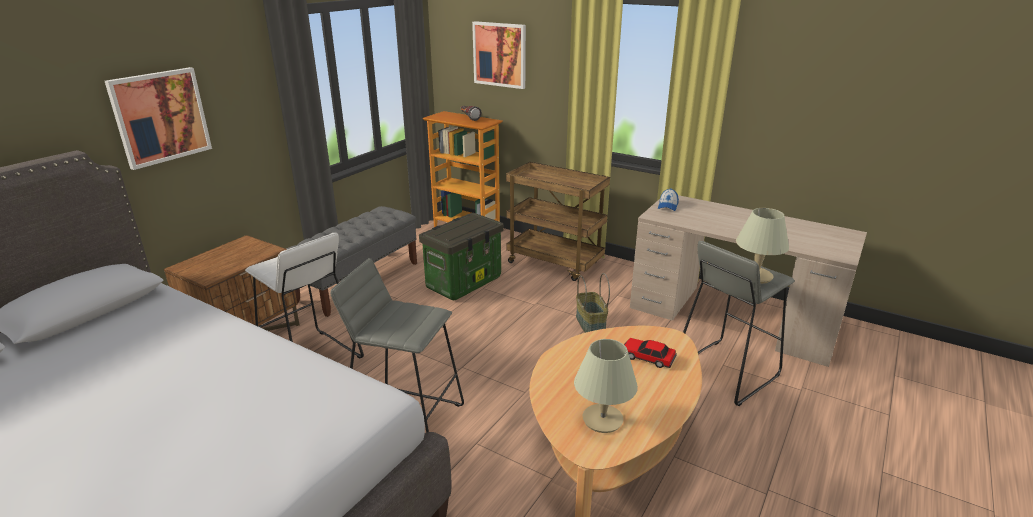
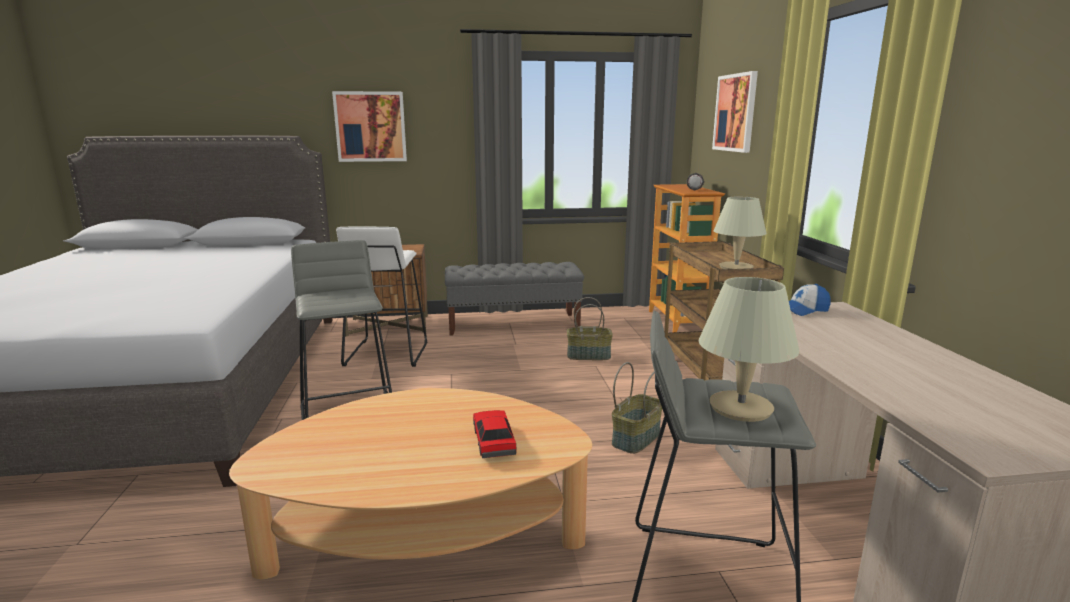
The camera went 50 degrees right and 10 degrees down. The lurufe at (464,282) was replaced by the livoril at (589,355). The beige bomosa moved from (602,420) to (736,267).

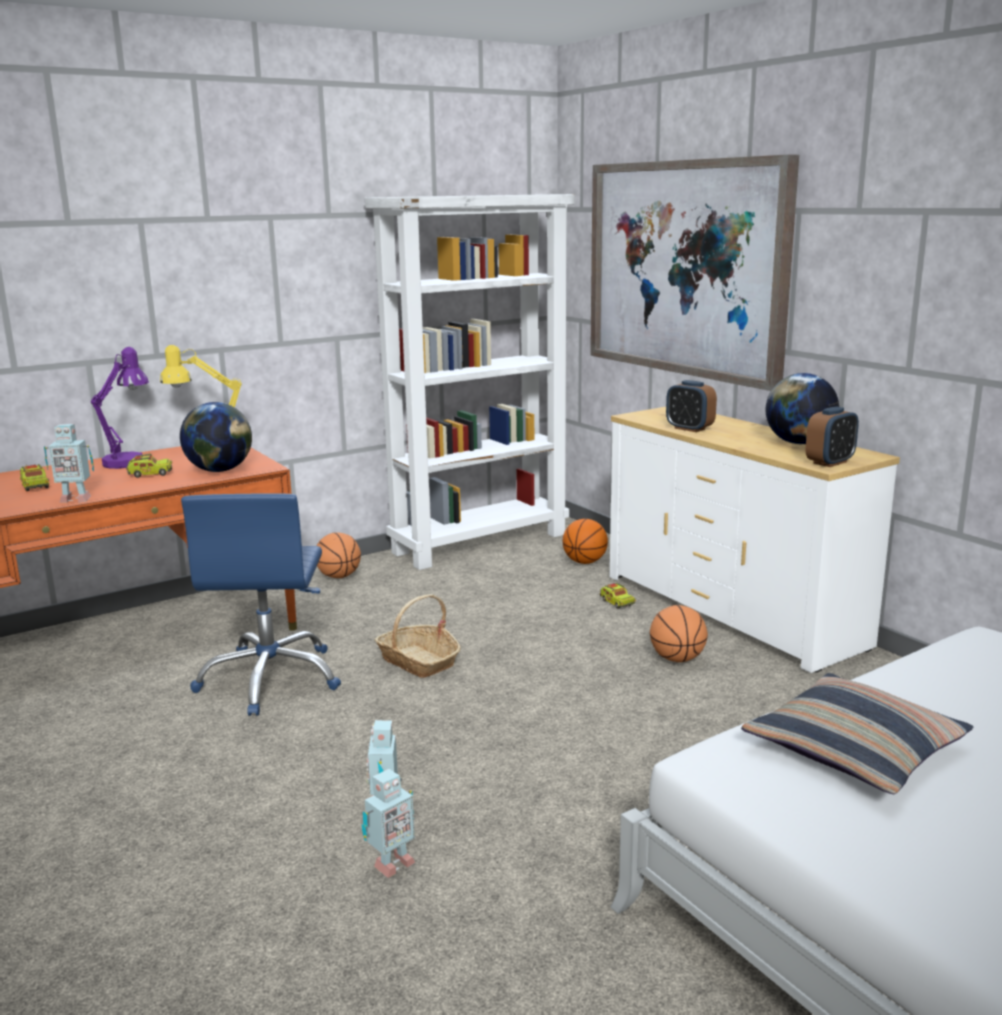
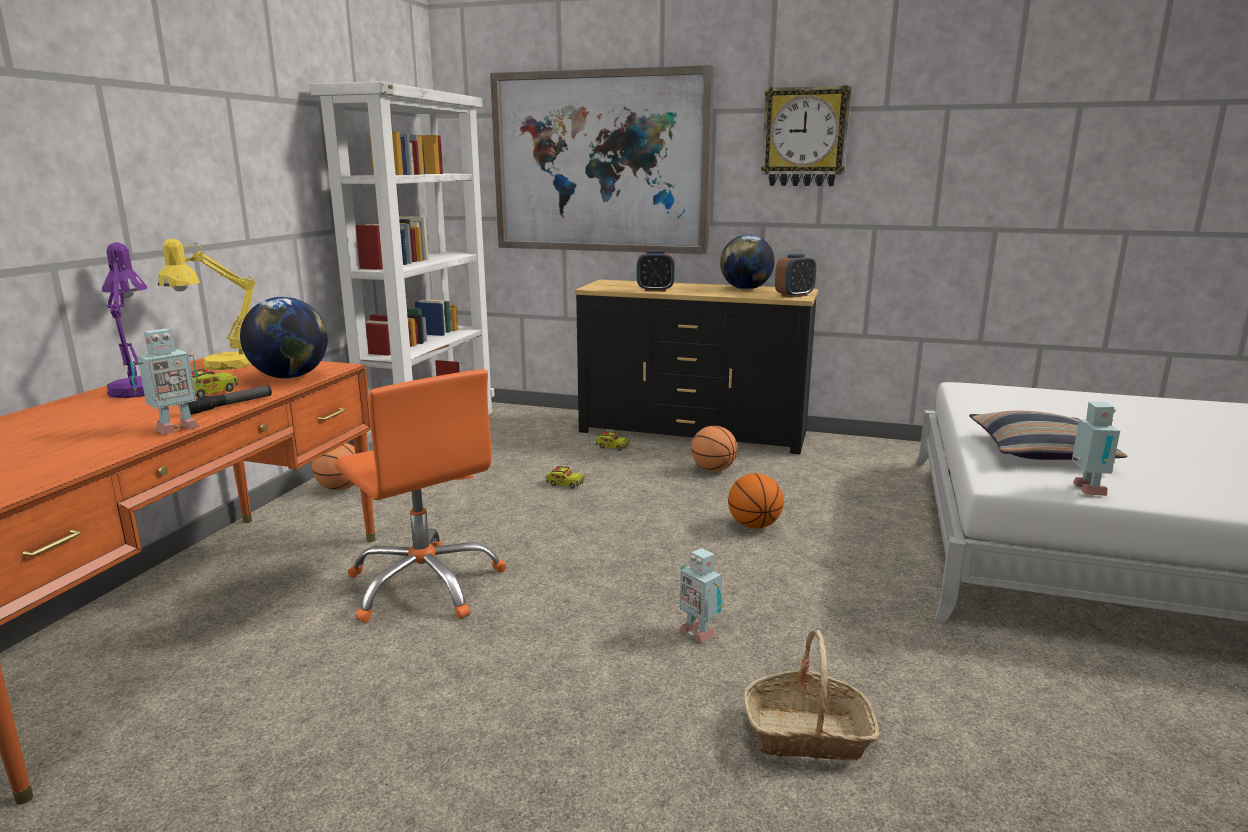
The camera went 40 degrees left and 0 degrees up. The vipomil at (228,406) appeared. The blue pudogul at (271,679) became the orange pudogul at (425,584). The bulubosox moved from (35,486) to (565,484). The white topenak at (731,610) became the black topenak at (693,432). The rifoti moved from (584,562) to (754,525). The livoril moved from (419,661) to (807,734). The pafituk at (805,137) appeared. The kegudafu at (830,462) turned 45 degrees clockwise. The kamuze moved from (391,864) to (1086,490).

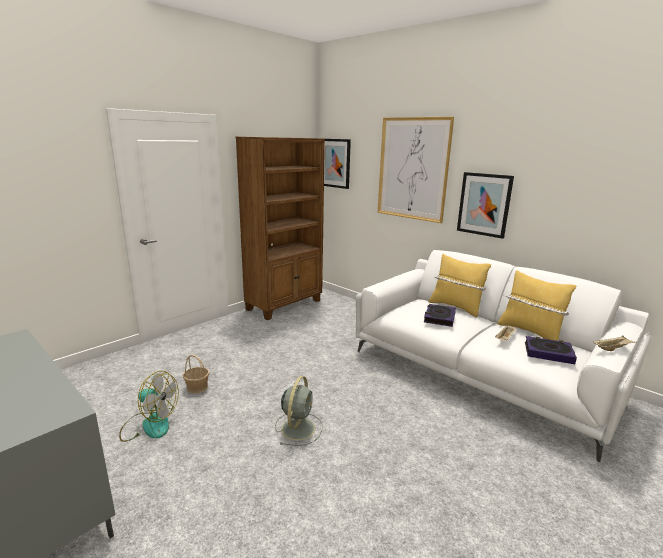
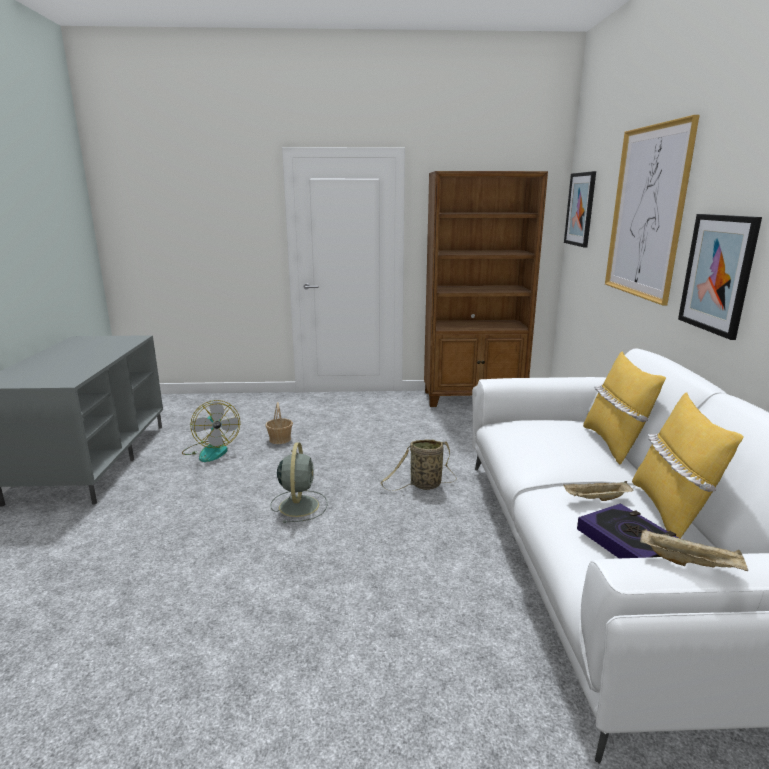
The camera went 45 degrees right and 0 degrees up. The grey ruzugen at (298,428) turned 60 degrees counterclockwise. The livoril at (423,485) appeared. The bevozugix at (439,318) disappeared.

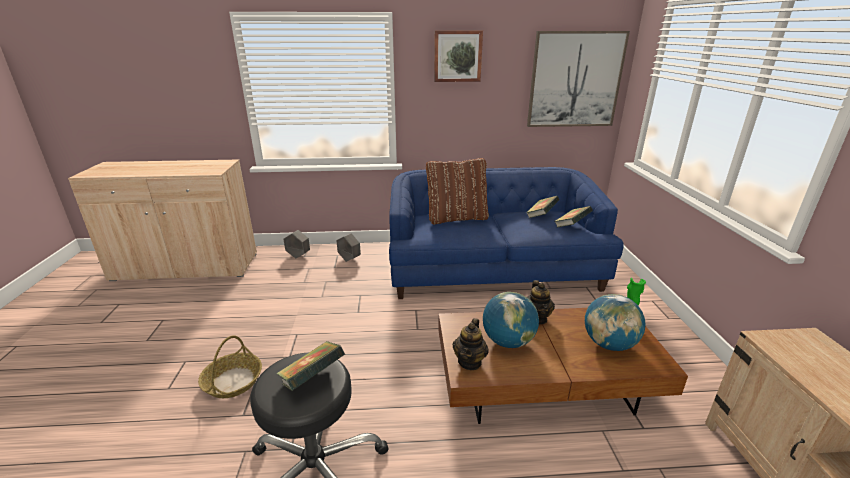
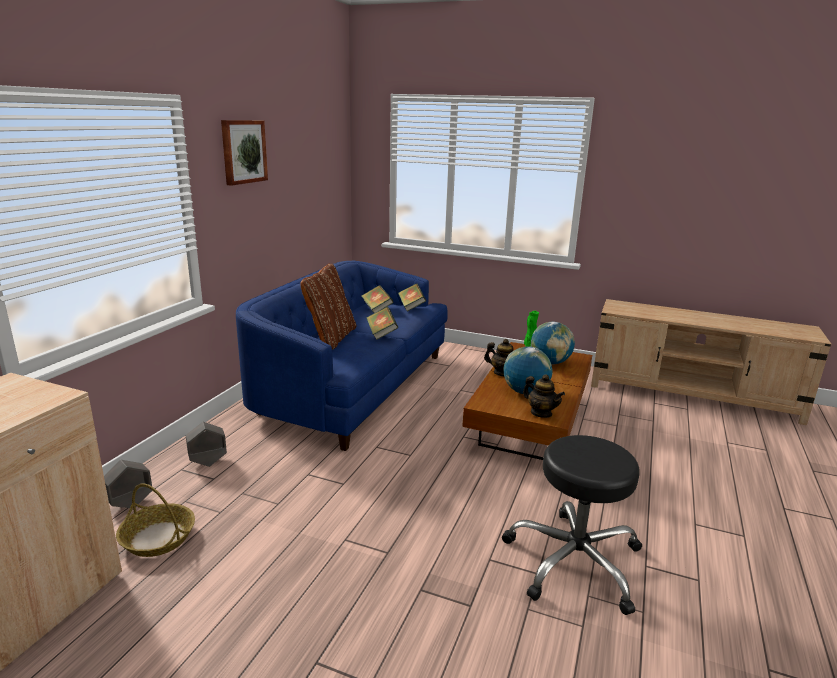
The camera went 65 degrees left and 5 degrees down. The livoril moved from (233,381) to (157,538). The bevozugix moved from (312,379) to (381,334). The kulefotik at (575,80) disappeared.

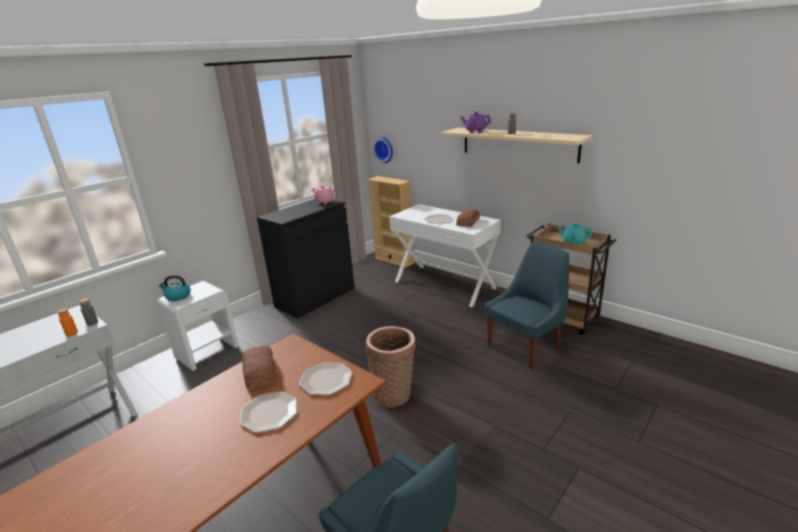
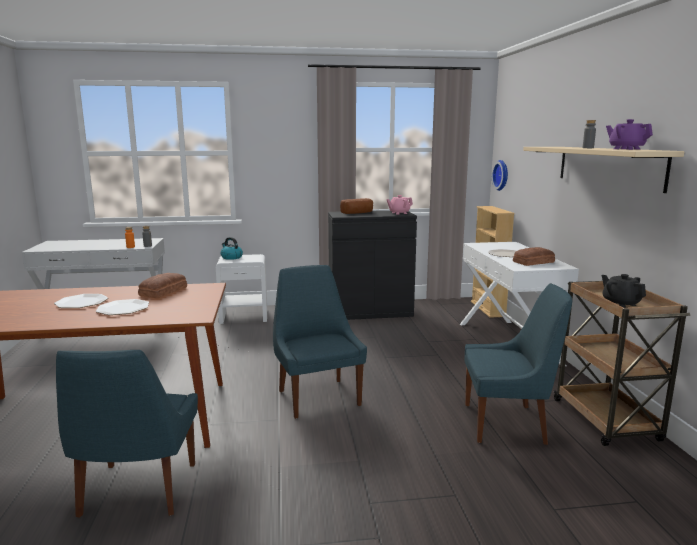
The camera went 40 degrees right and 10 degrees down. The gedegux moved from (326,379) to (82,302). The livoril at (394,393) was replaced by the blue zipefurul at (317,396). The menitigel at (358,213) appeared. The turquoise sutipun at (573,243) became the black sutipun at (620,303). The purple sutipun moved from (475,131) to (626,149).

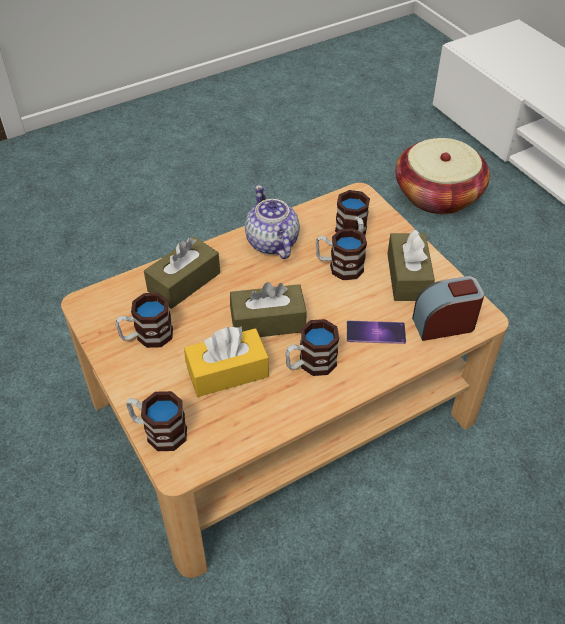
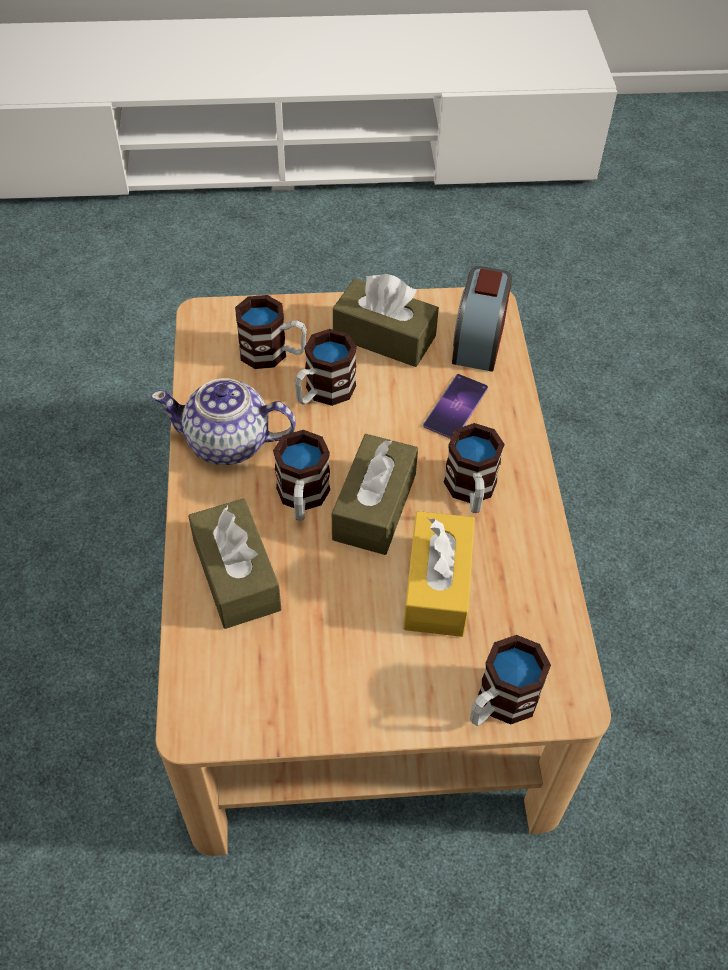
The camera went 65 degrees left and 5 degrees up. The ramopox moved from (147,336) to (302,499). The livoril at (437,195) disappeared.

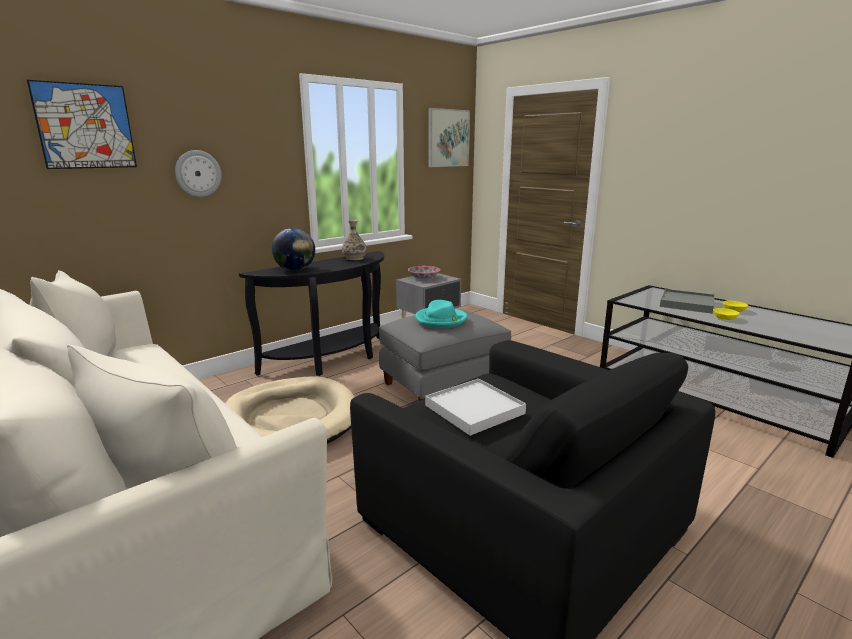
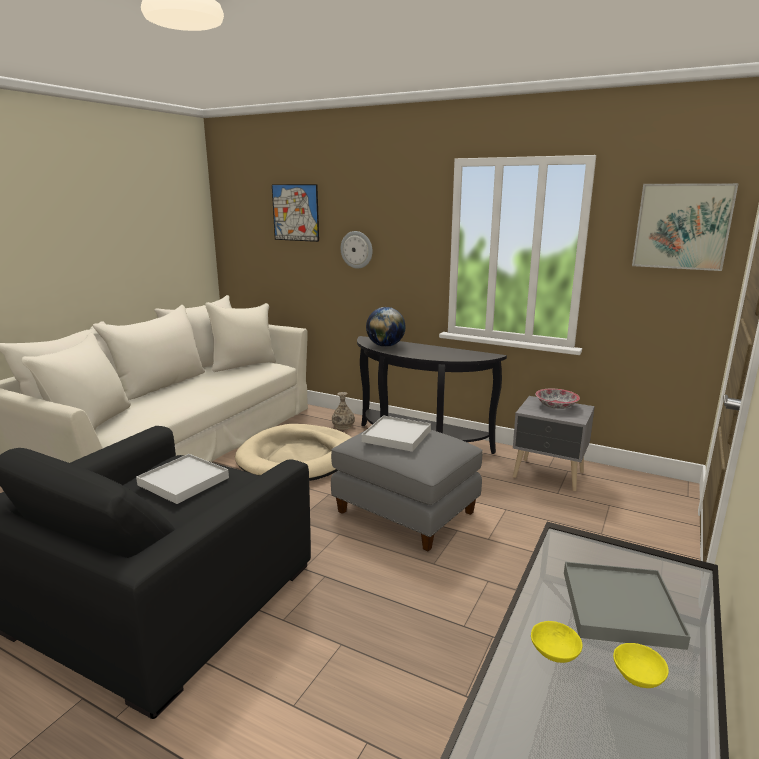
The camera went 70 degrees right and 0 degrees up. The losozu moved from (354,258) to (343,426). The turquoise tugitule at (441,320) was replaced by the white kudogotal at (397,436).

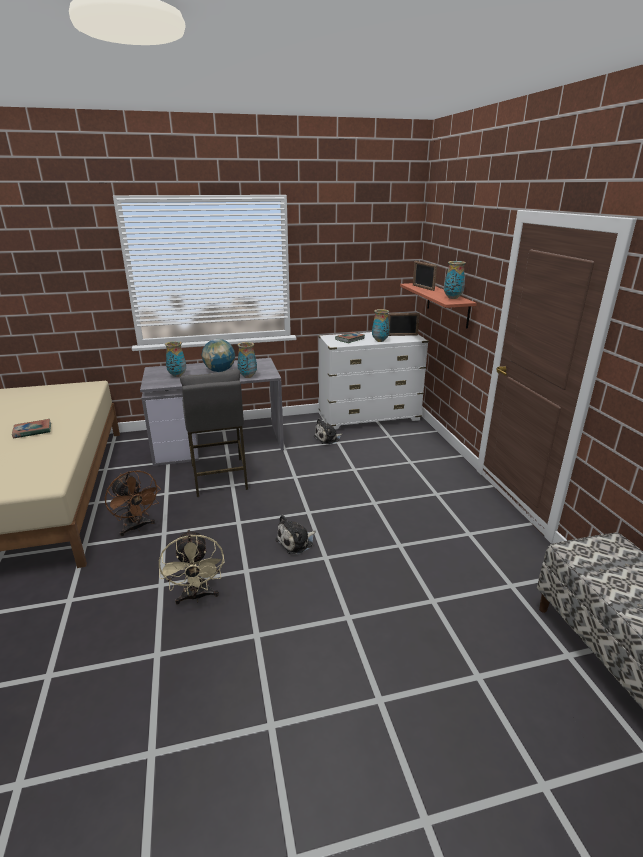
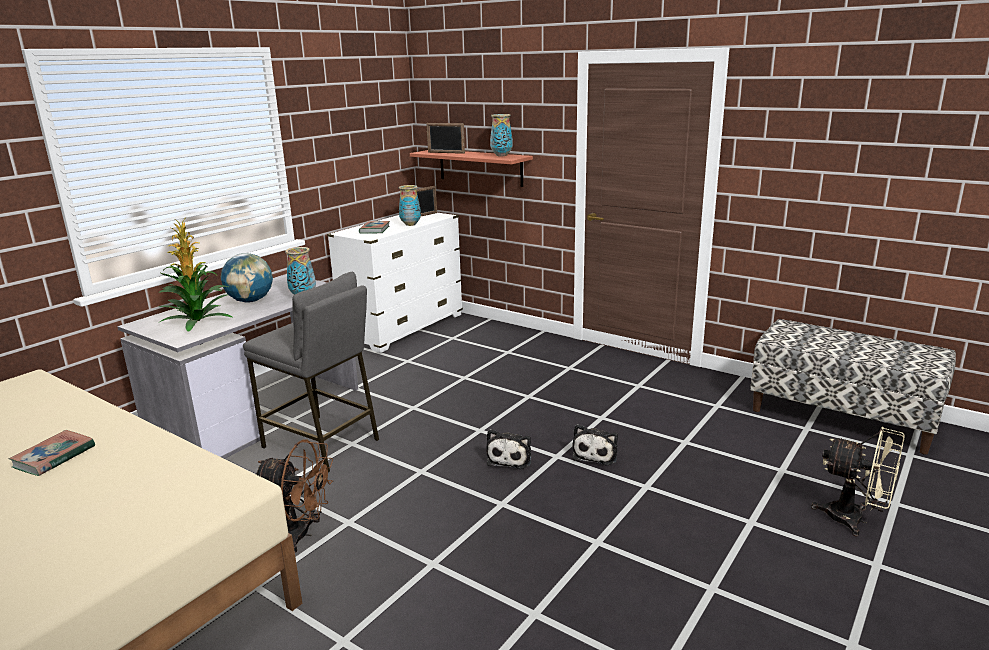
The camera went 40 degrees left and 5 degrees down. The losozu at (177,375) was replaced by the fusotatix at (198,320). The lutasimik moved from (328,438) to (596,454). The beige ruzugen moved from (197,597) to (855,520).

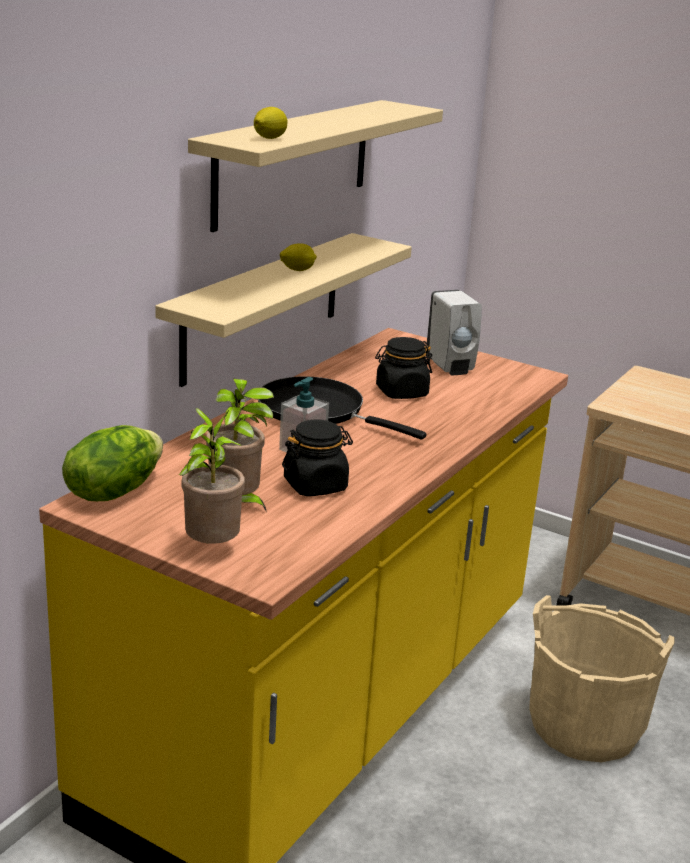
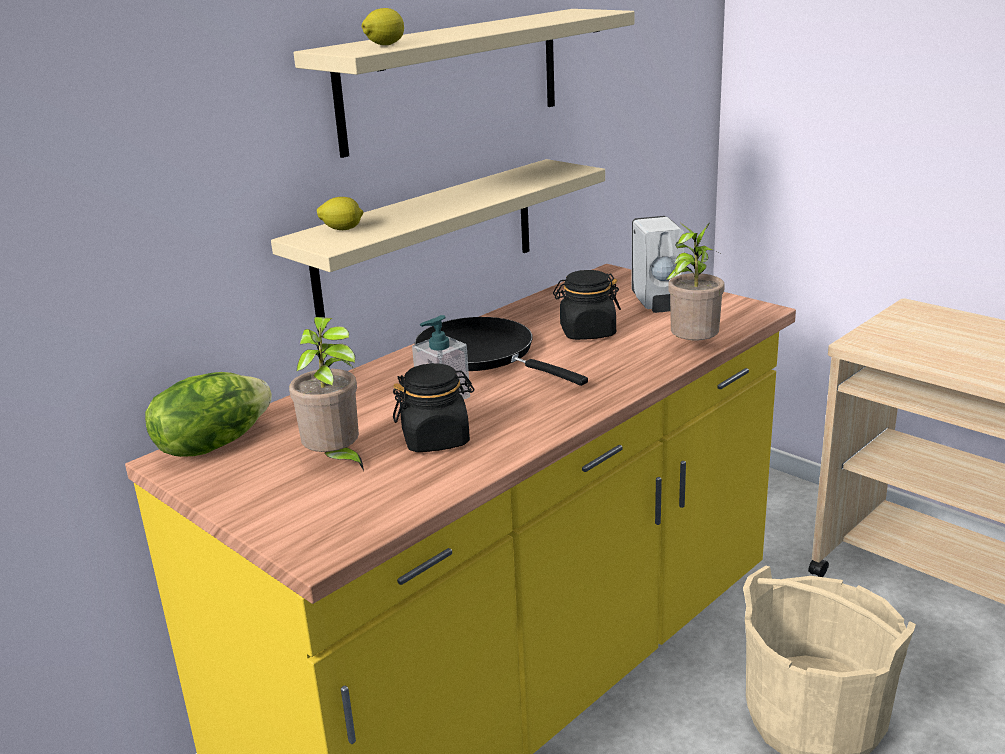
The camera went 15 degrees right and 0 degrees up. The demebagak moved from (297,270) to (342,229). The fusotatix moved from (211,548) to (692,348).

